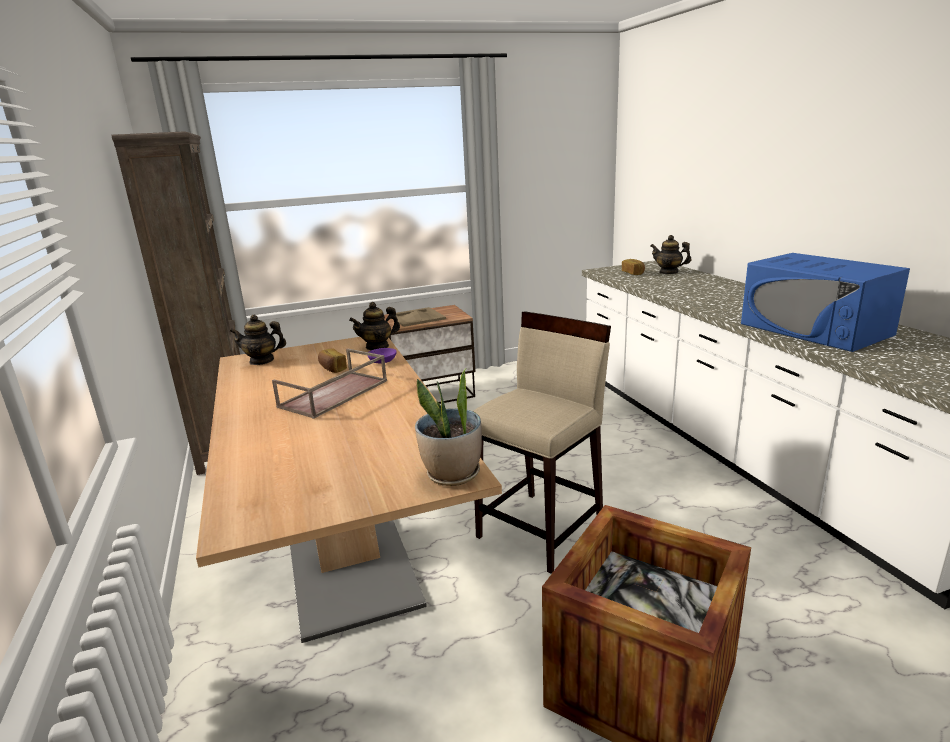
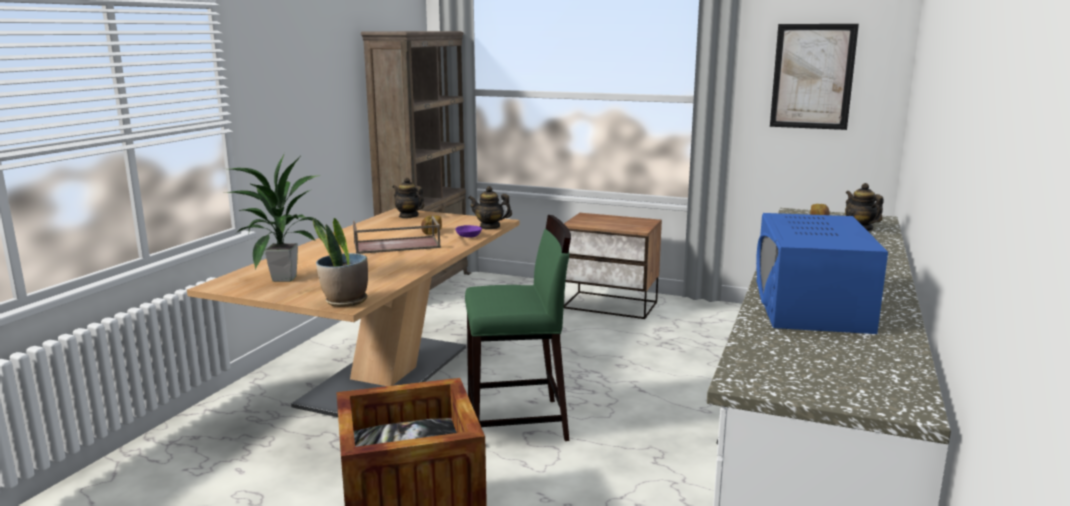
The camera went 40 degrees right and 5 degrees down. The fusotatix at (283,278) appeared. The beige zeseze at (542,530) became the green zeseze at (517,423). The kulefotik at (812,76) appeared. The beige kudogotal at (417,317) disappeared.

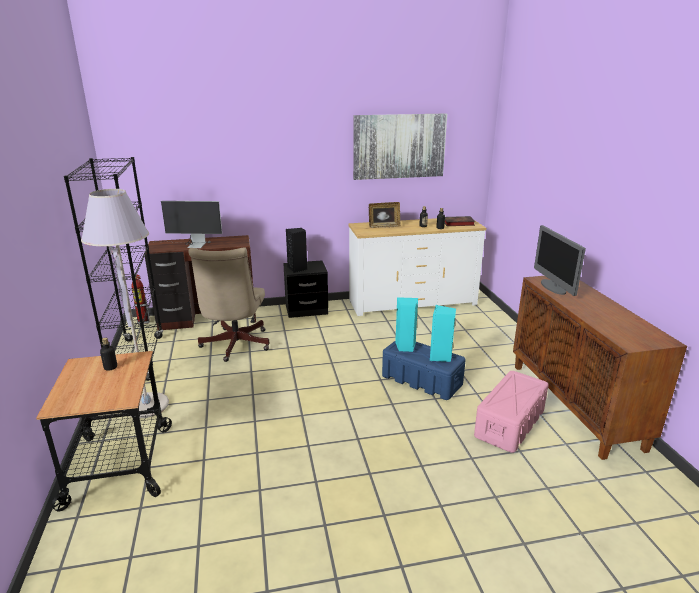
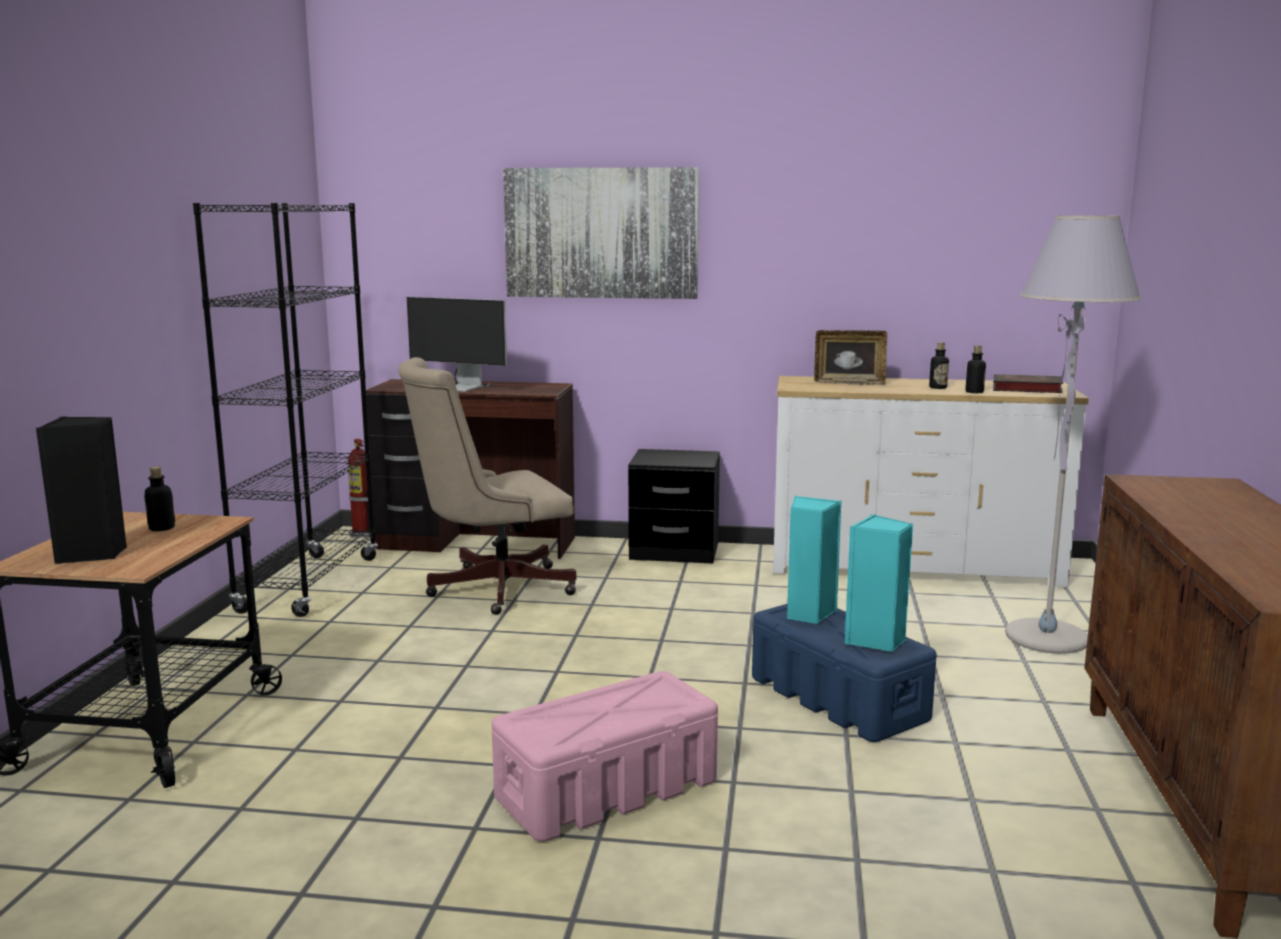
The camera went 20 degrees right and 10 degrees down. The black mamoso moved from (297,269) to (92,554). The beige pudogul at (234,346) turned 45 degrees clockwise. The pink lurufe moved from (510,423) to (608,789). The kulefotik moved from (399,146) to (601,233). The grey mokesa moved from (147,406) to (1047,638). The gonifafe at (553,287) disappeared.

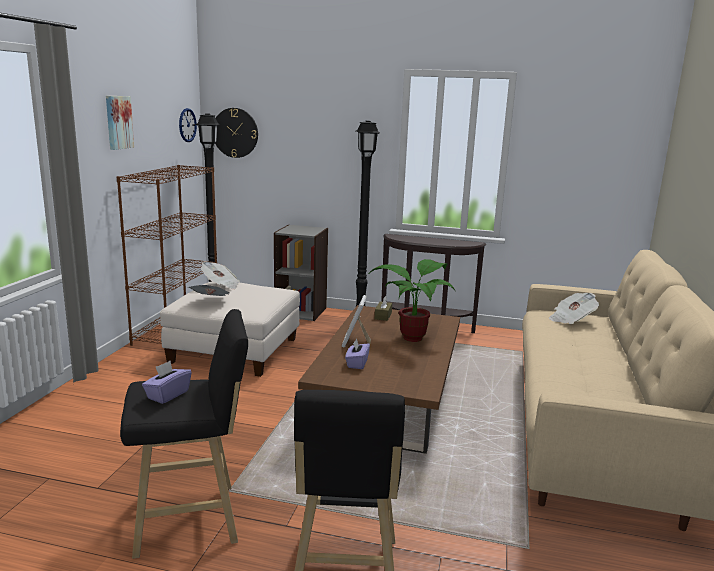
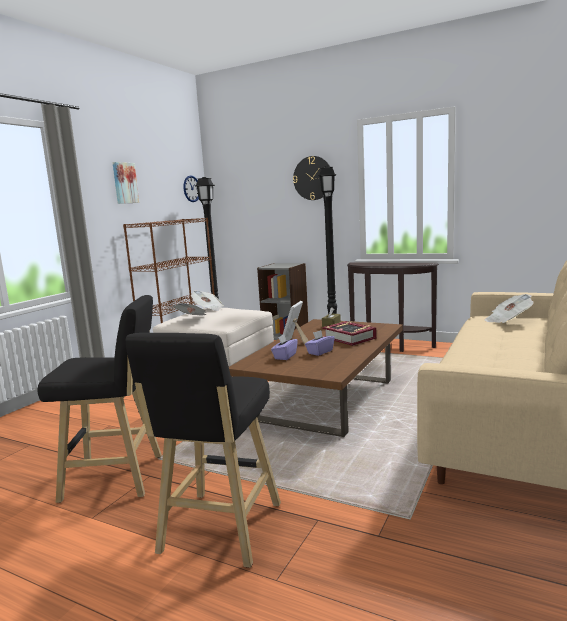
The camera went 15 degrees right and 5 degrees down. The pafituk moved from (235,133) to (313,178). The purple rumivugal moved from (167,395) to (320,352). The fusotatix at (414,336) was replaced by the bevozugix at (349,338).

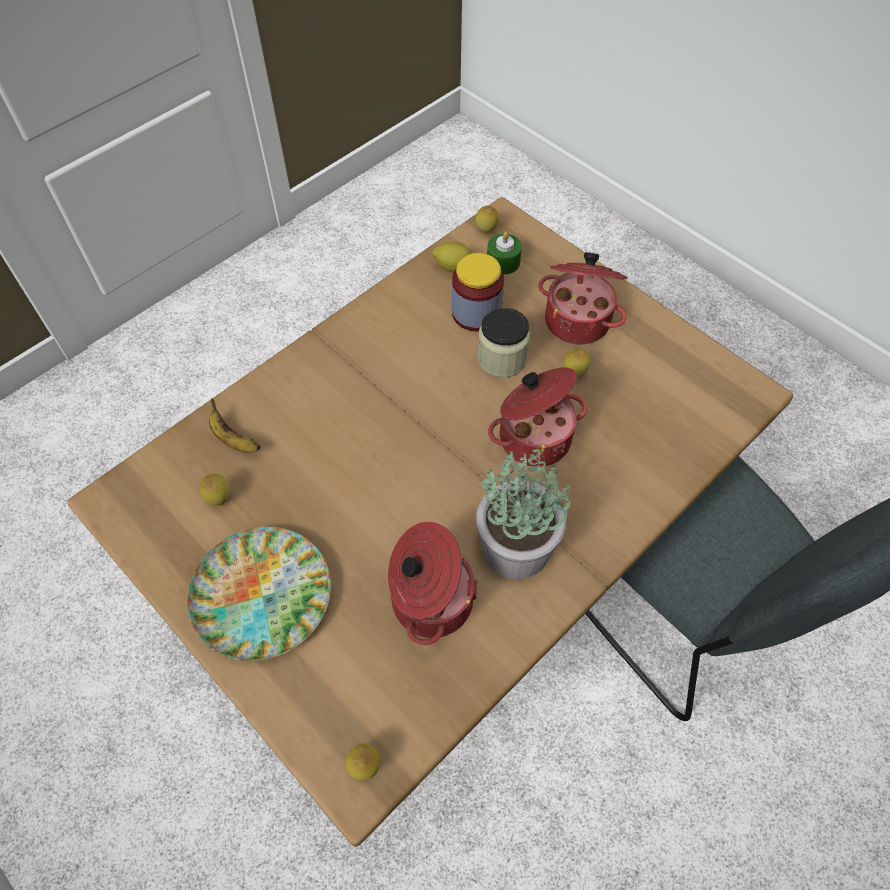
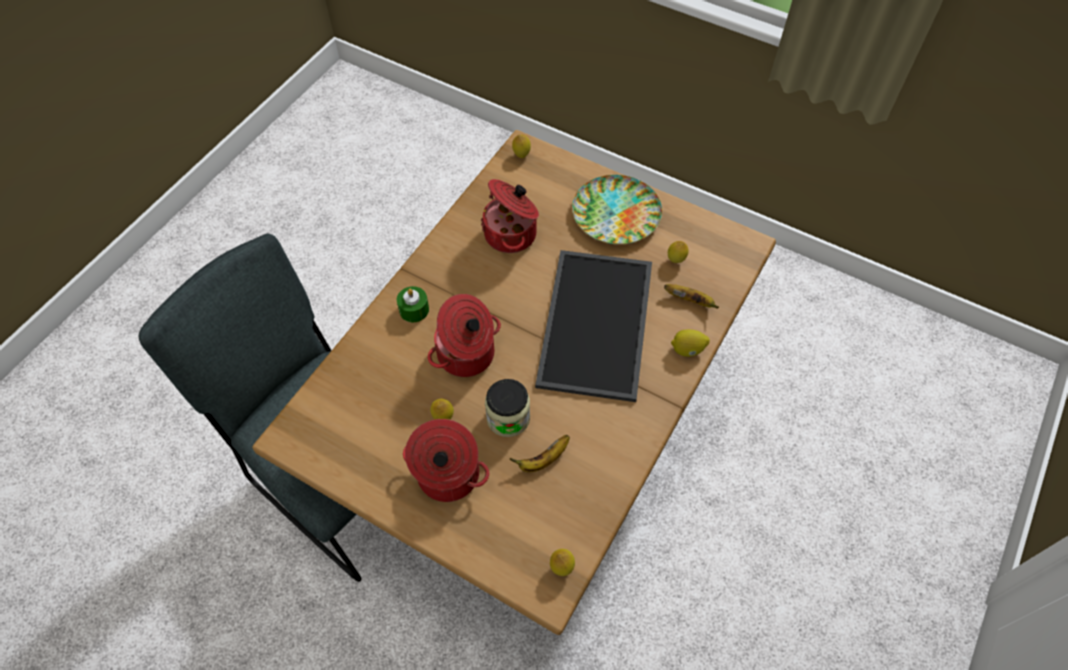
The camera went 165 degrees right and 0 degrees up. The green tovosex moved from (503,262) to (414,309). The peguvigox at (476,313) was replaced by the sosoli at (543,460). The kudogotal at (598,325) appeared. The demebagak moved from (453,267) to (687,350). The fusotatix at (517,547) disappeared.

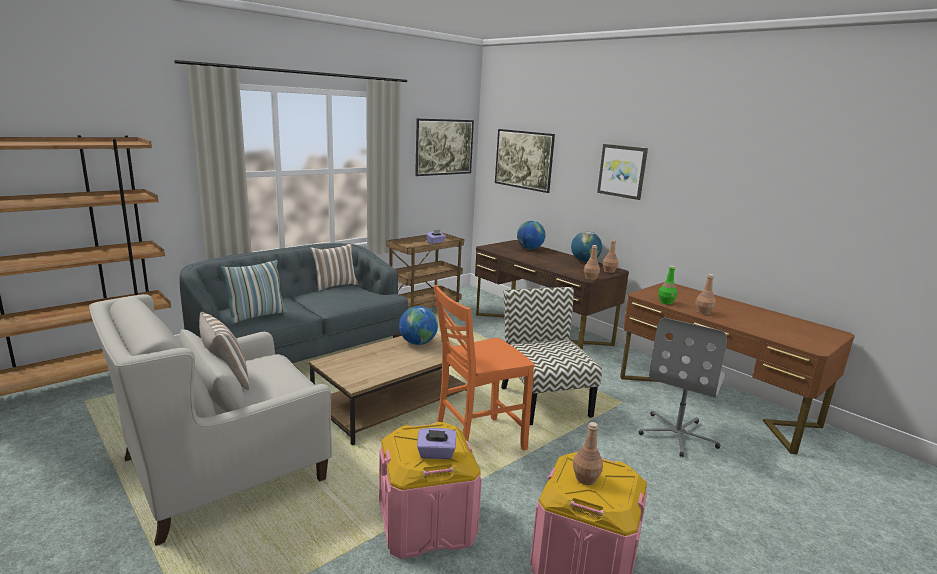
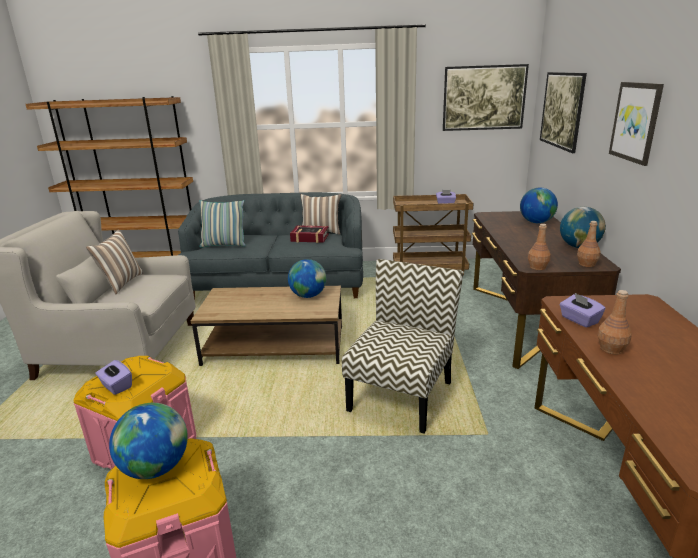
The camera went 45 degrees right and 5 degrees up. The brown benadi at (585,478) was replaced by the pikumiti at (156,468). The bevozugix at (310,238) appeared. The green benadi at (666,302) was replaced by the purple rumivugal at (579,320). The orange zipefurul at (477,441) disappeared. The grey pudogul at (677,435) disappeared.

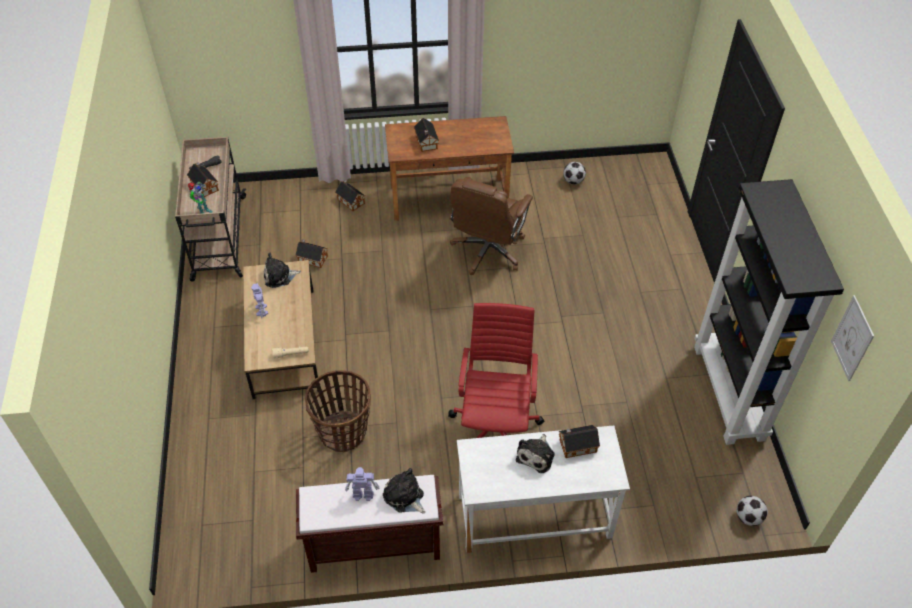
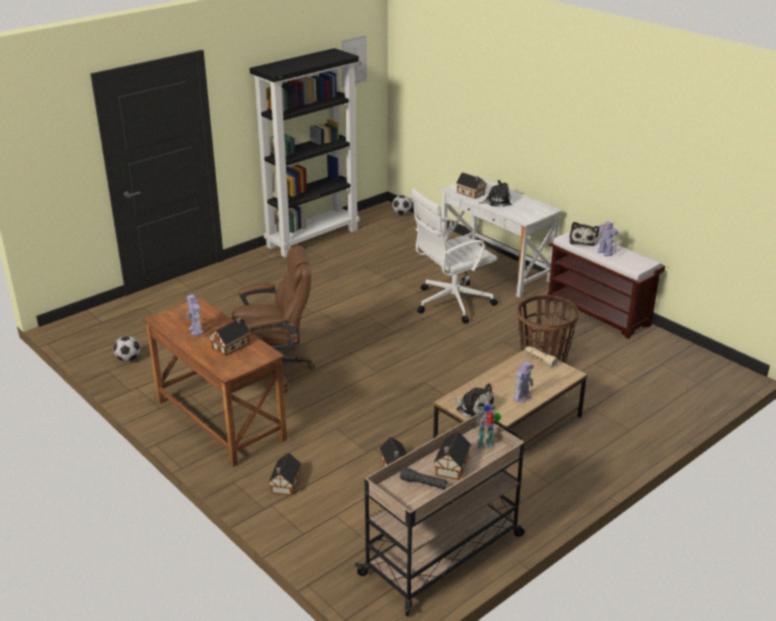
The camera went 125 degrees left and 20 degrees down. The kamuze at (196,331) appeared. The red pudogul at (495,427) became the white pudogul at (451,303).

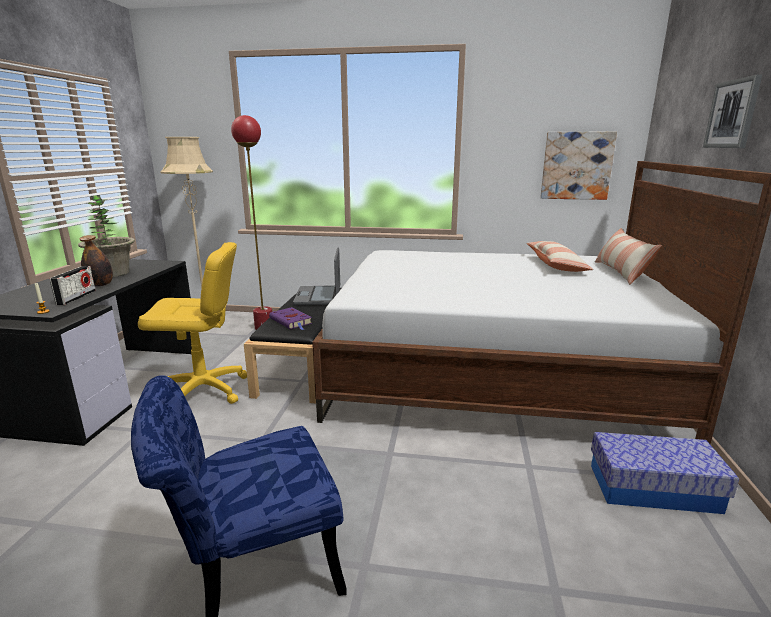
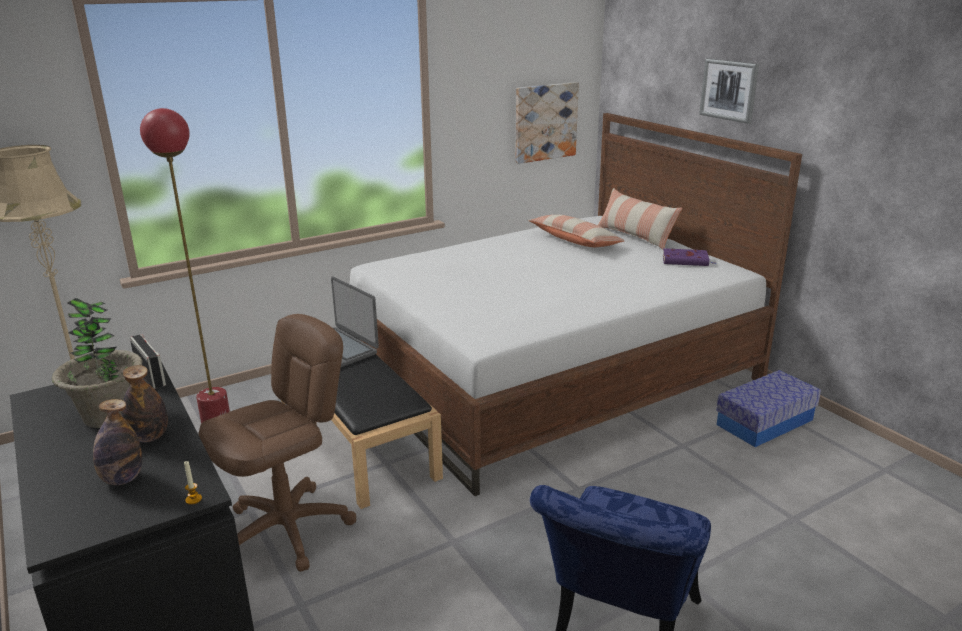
The camera went 40 degrees left and 5 degrees up. The benadi at (122,479) appeared. The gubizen moved from (76,297) to (150,376). The yellow pudogul at (203,390) became the brown pudogul at (288,529). The purple bevozugix moved from (291,321) to (686,261).

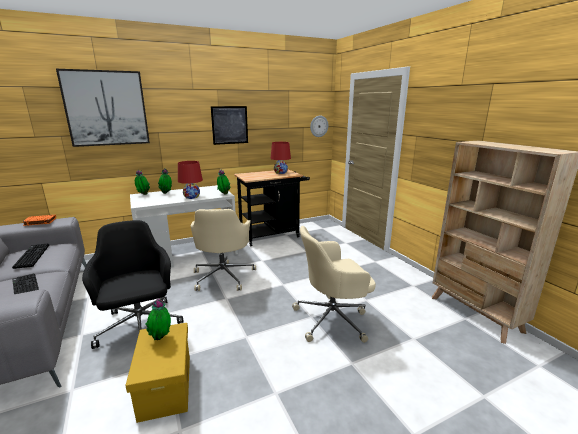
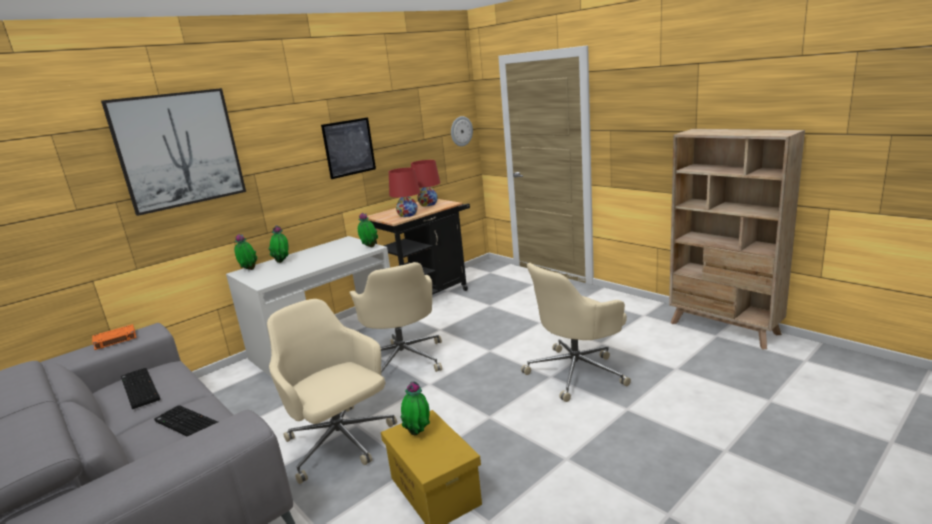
The camera went 15 degrees left and 0 degrees up. The black pudogul at (140,326) became the beige pudogul at (340,443). The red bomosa moved from (191,197) to (407,215).

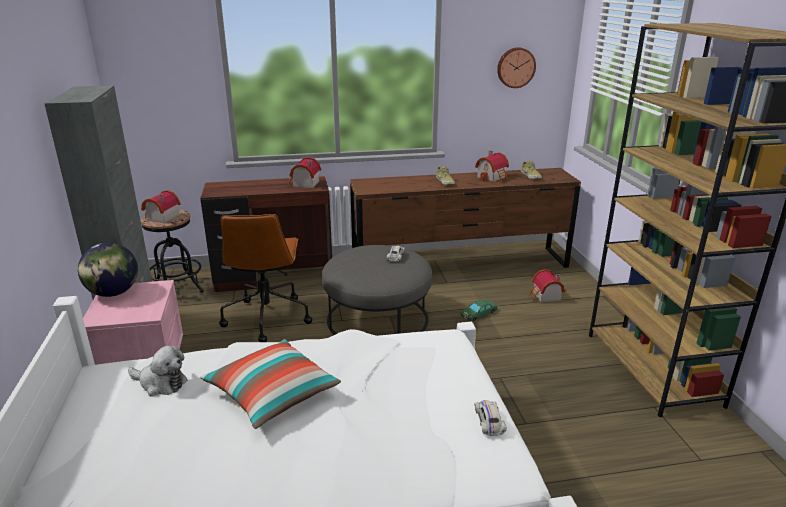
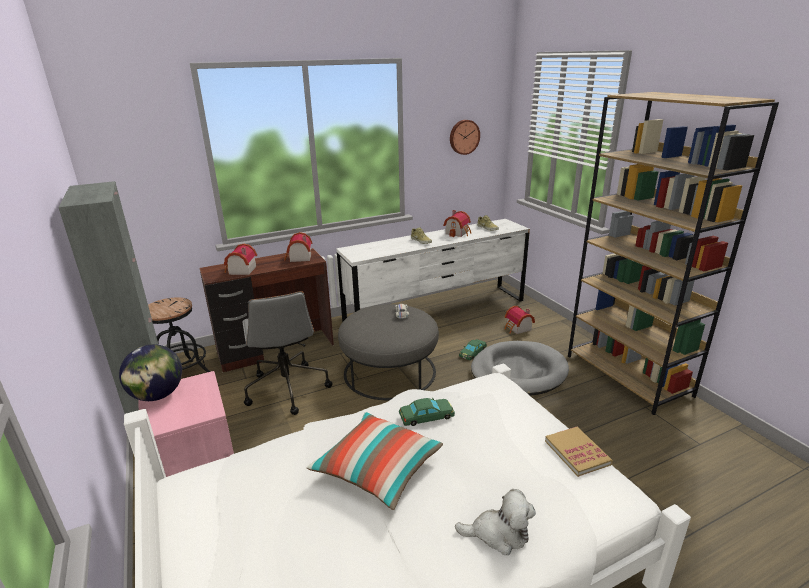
The camera went 15 degrees left and 0 degrees up. The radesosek moved from (161,218) to (240,270). The brown pudogul at (267,317) became the grey pudogul at (287,388). The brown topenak at (460,266) became the white topenak at (436,312). The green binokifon at (427,415) appeared. The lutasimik moved from (160,383) to (498,534). The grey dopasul at (518,372) appeared. The white binokifon at (489,421) was replaced by the bevozugix at (577,452).

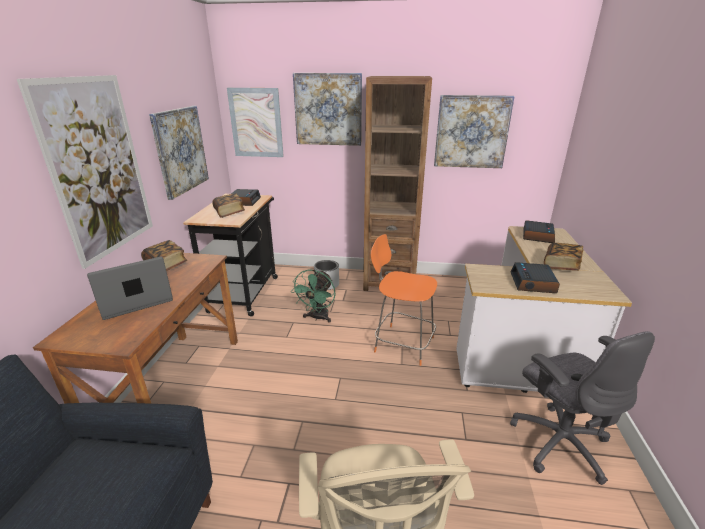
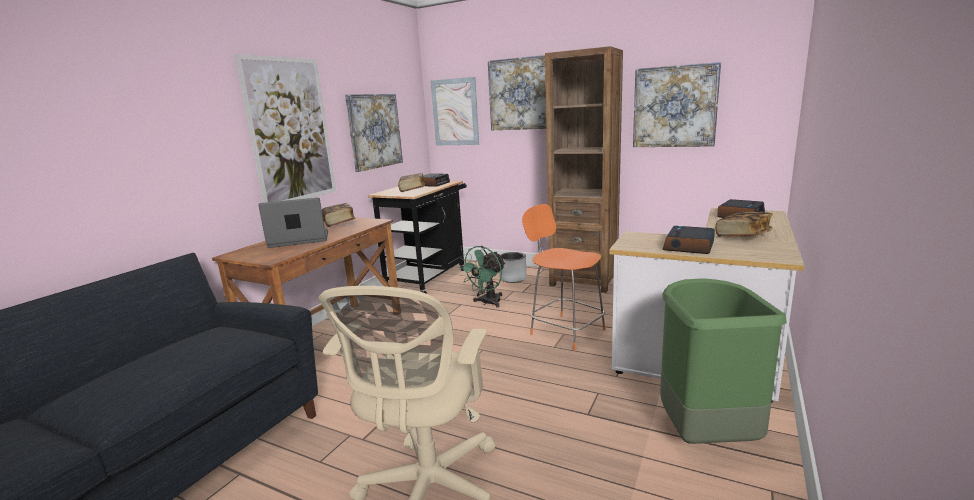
The camera went 20 degrees right and 10 degrees down. The grey pudogul at (559,442) was replaced by the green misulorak at (703,434).

